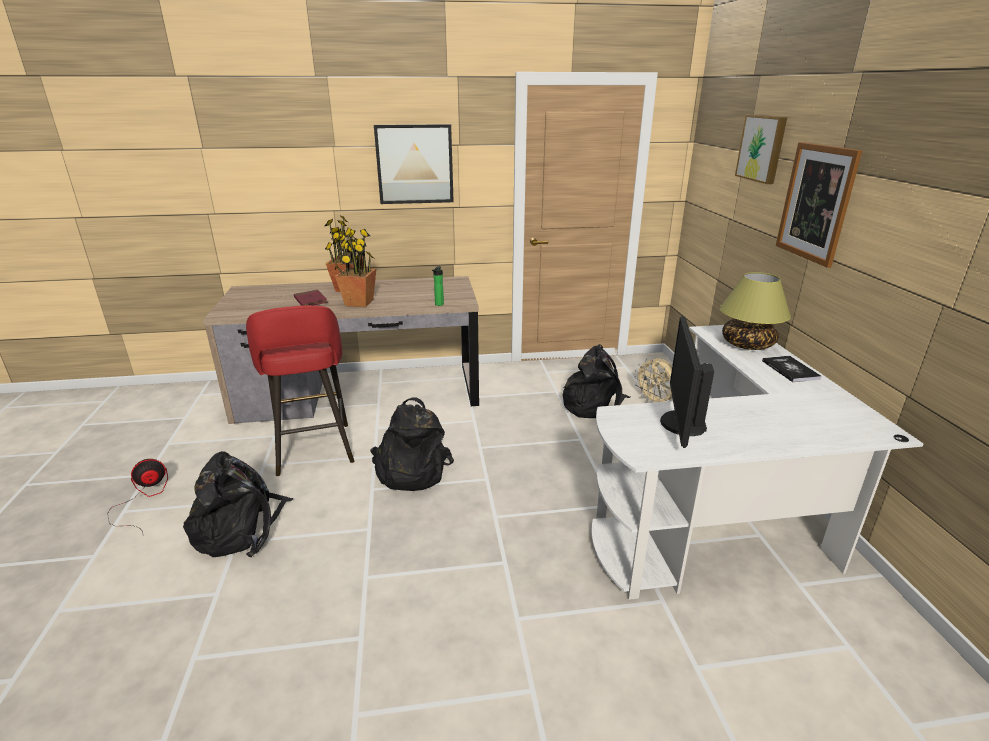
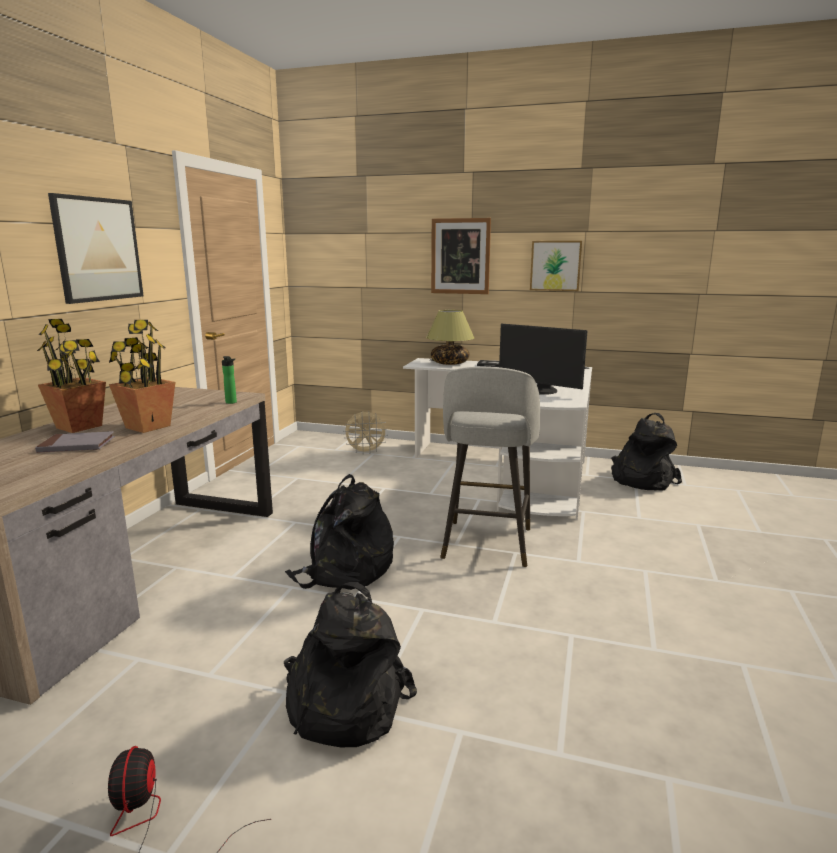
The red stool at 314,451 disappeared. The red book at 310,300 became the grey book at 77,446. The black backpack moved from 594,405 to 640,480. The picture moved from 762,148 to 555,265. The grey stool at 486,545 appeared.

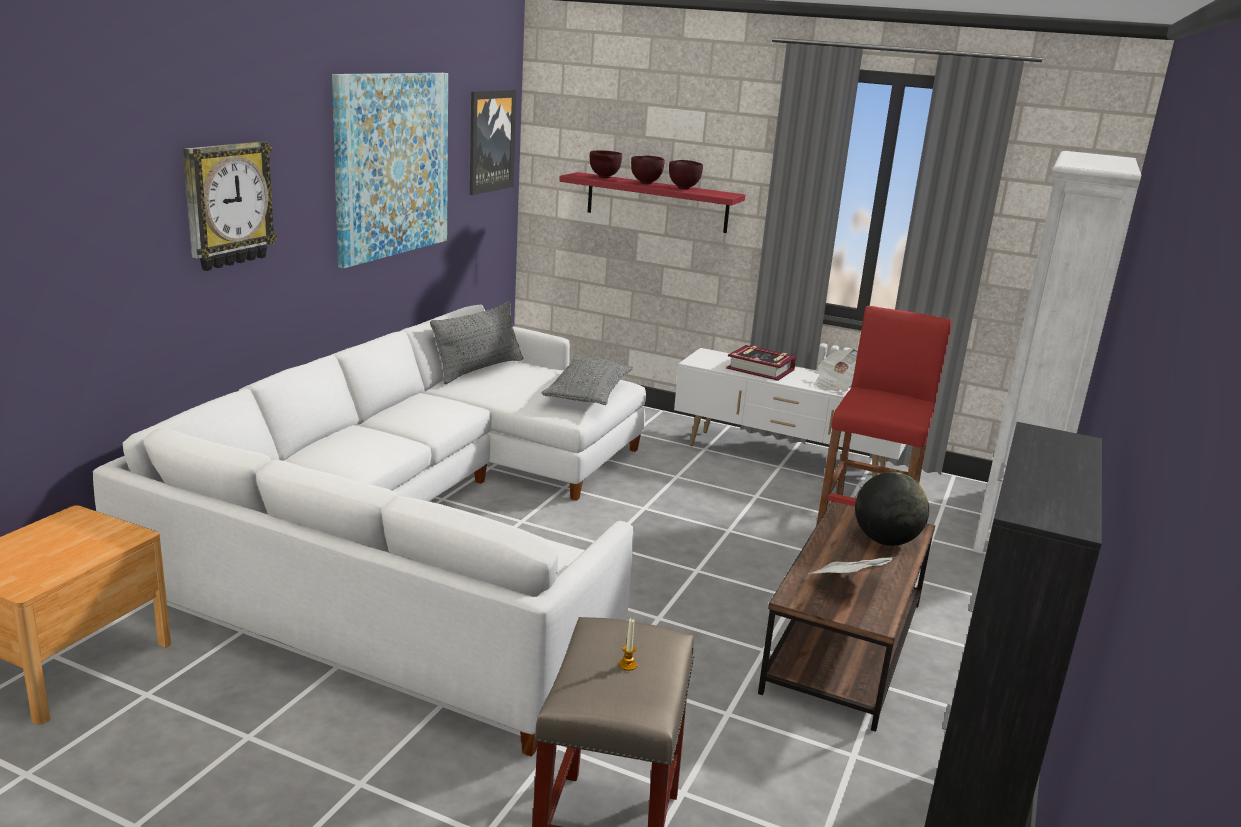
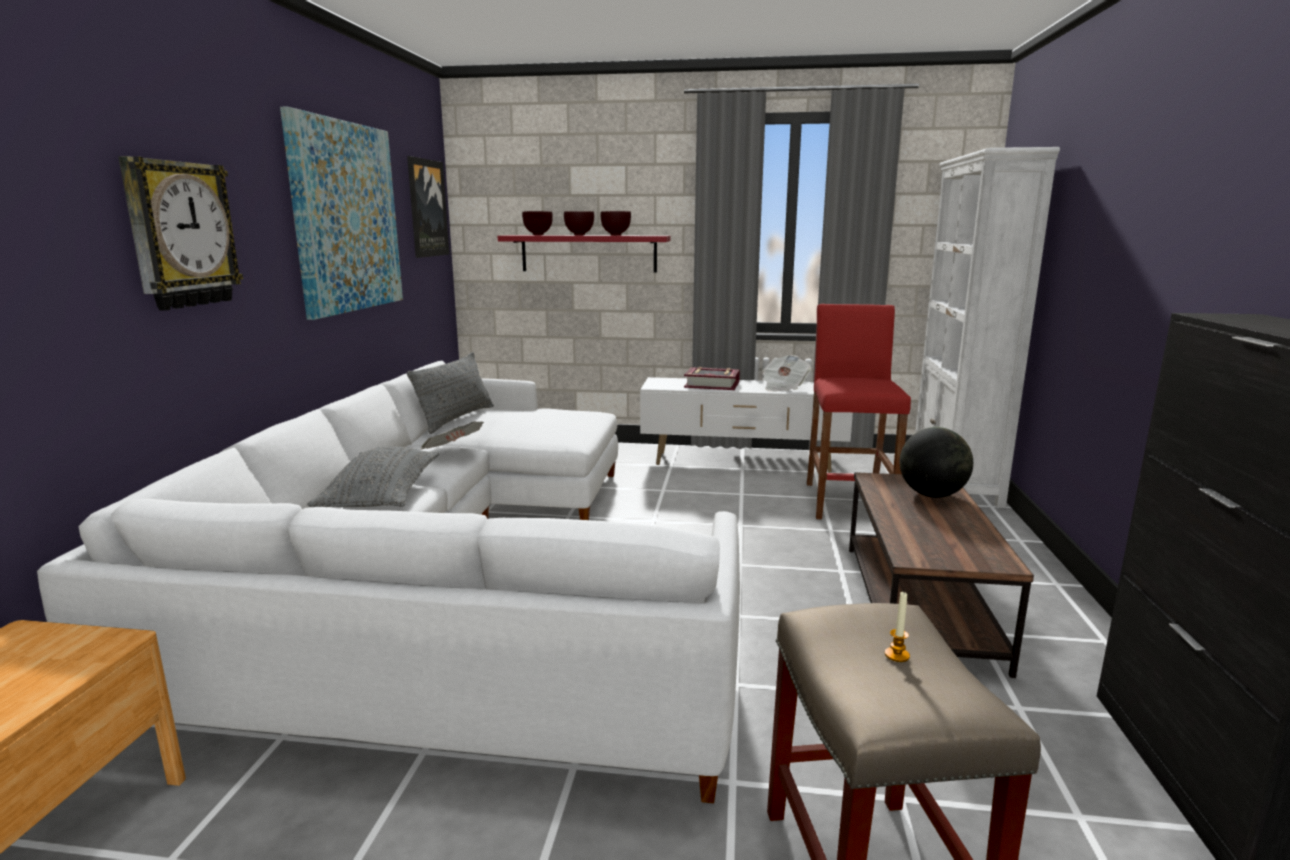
The grey pillow moved from 588,394 to 382,496. The newspaper moved from 848,585 to 452,452.

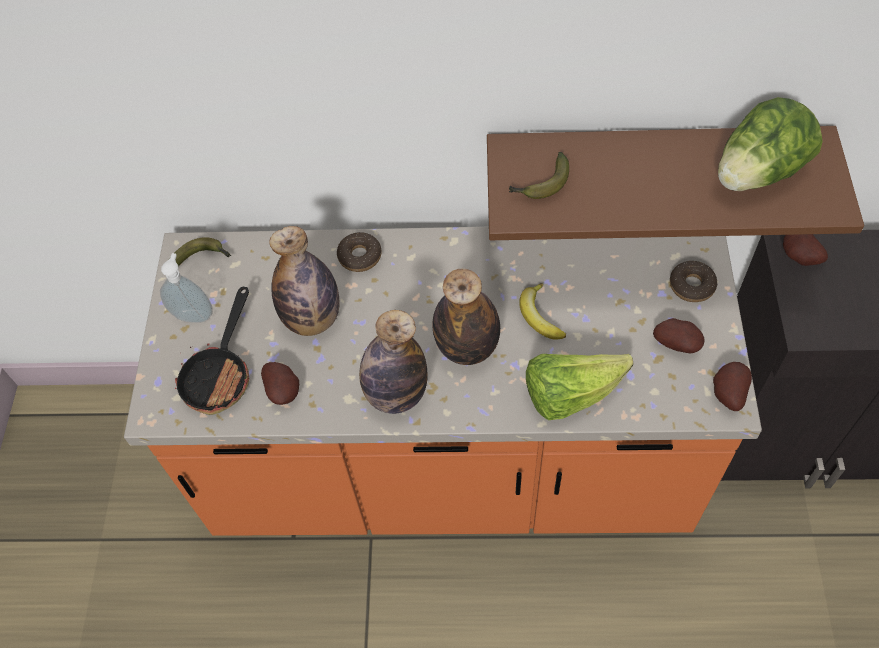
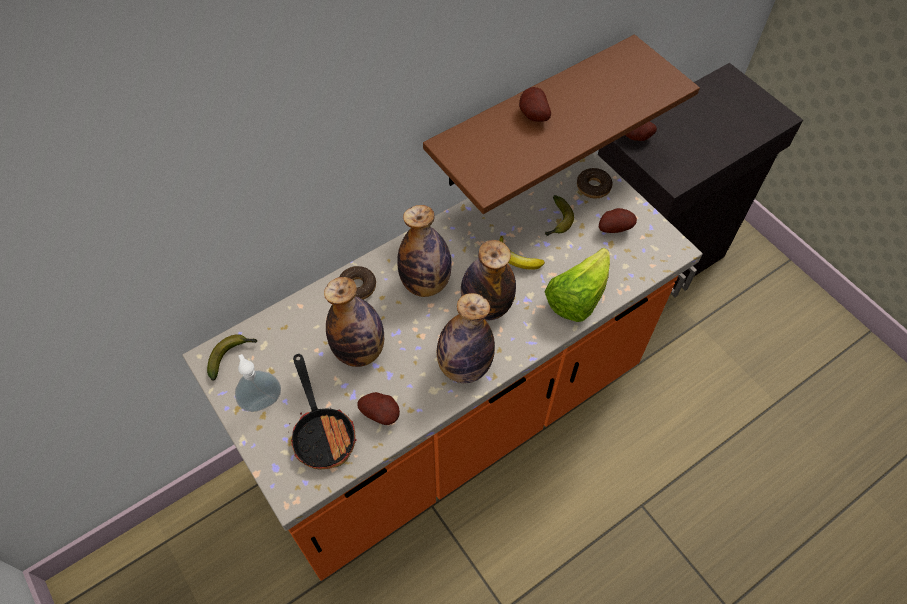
The banana moved from 541,185 to 557,222. The potato moved from 727,393 to 532,116. The lettuce at 758,173 disappeared. The bottle at 425,283 appeared.

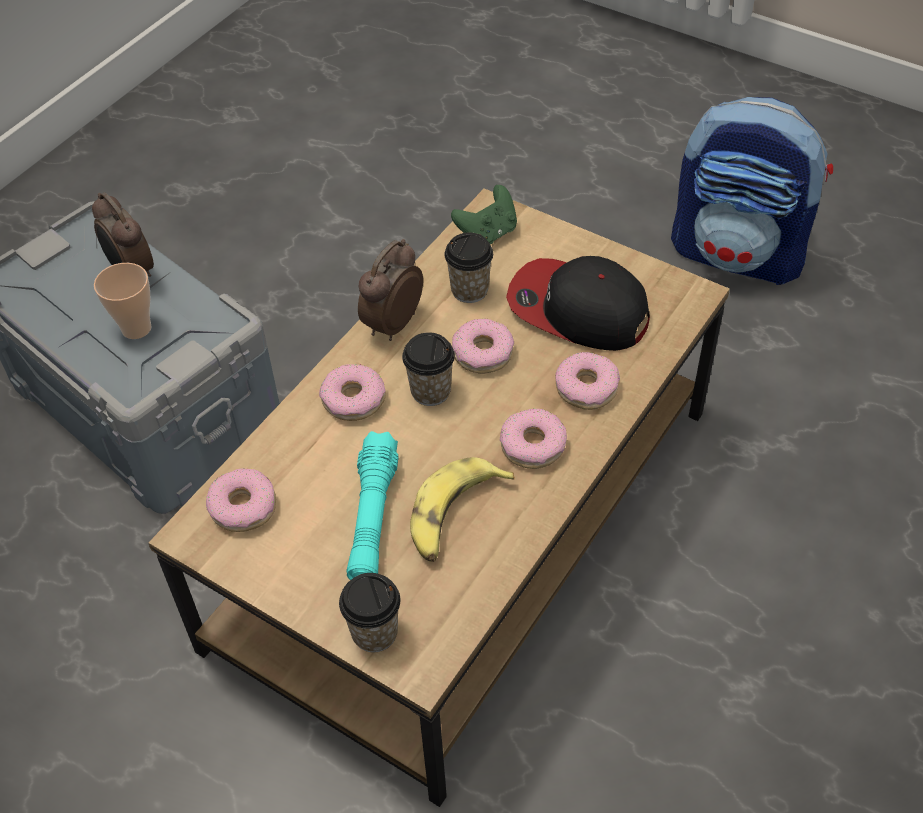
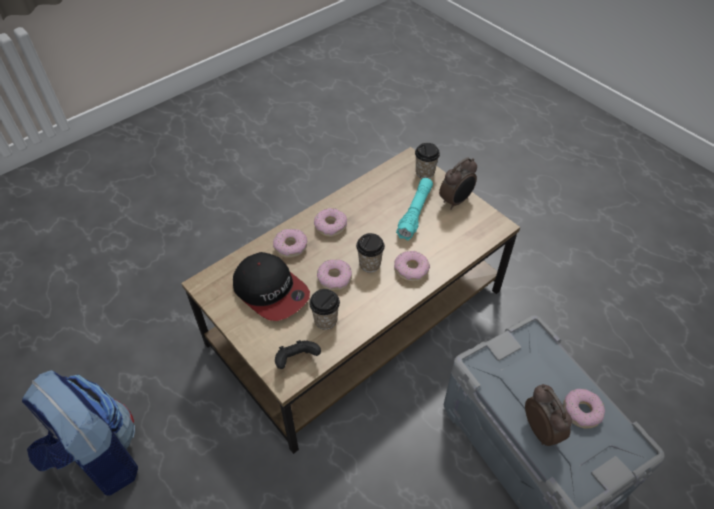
The cup at 136,328 disappeared. The donut moved from 243,507 to 581,411. The alarm clock moved from 391,324 to 456,201. The banana at 454,516 disappeared. The green game controller at 487,233 became the black game controller at 297,360.

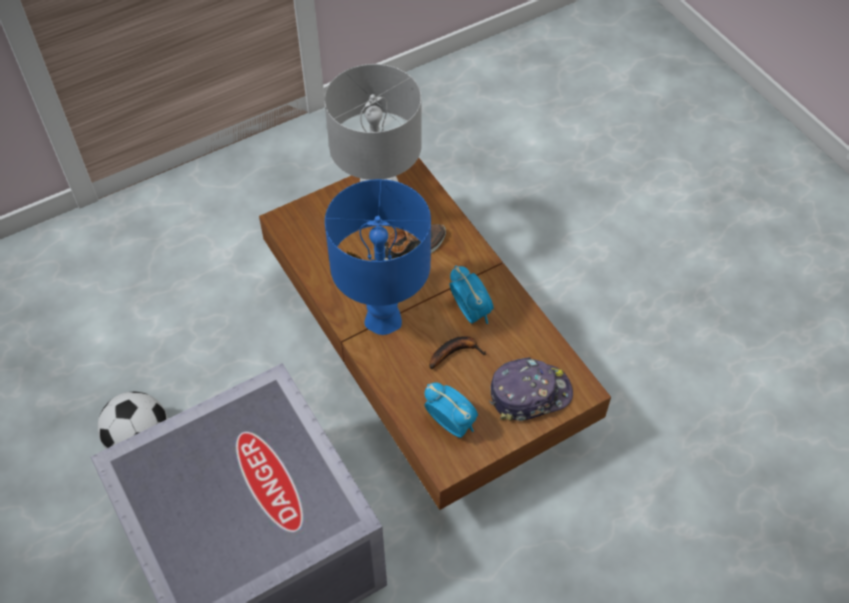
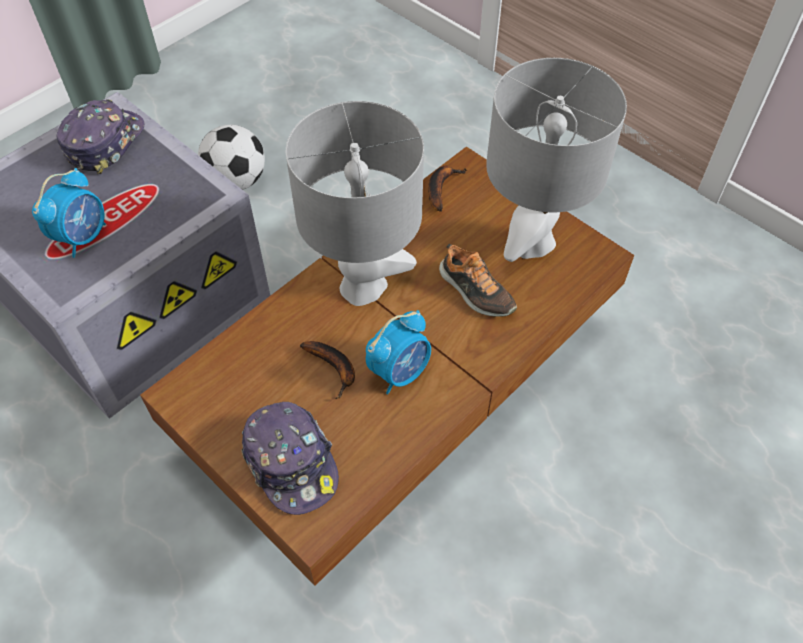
The blue table lamp at 383,318 became the grey table lamp at 363,286. The alarm clock moved from 451,424 to 83,236. The cap at 104,143 appeared. The banana at 440,188 appeared.

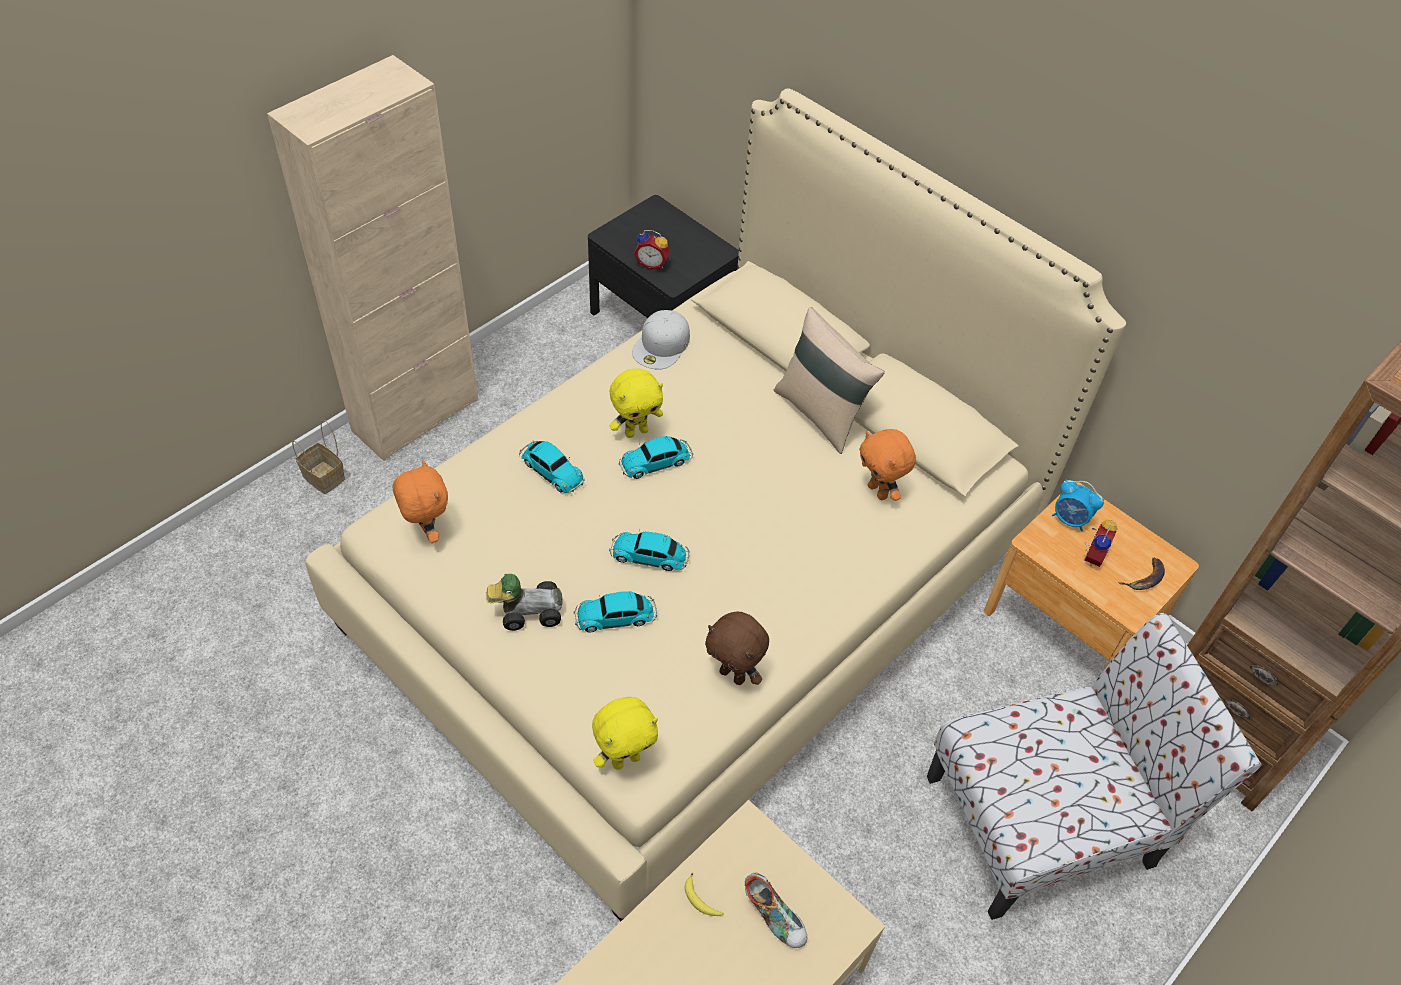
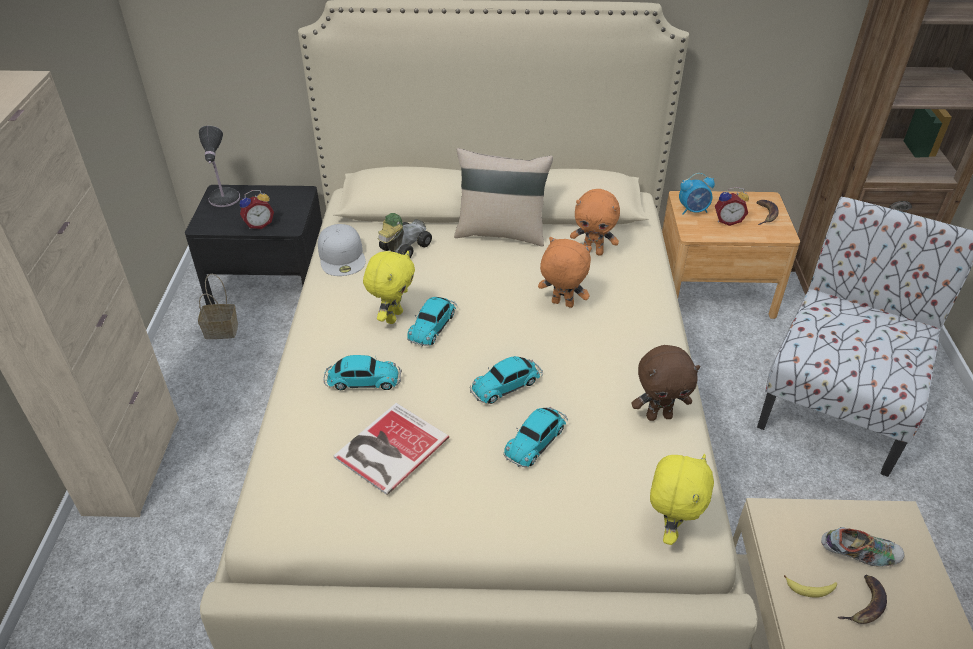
The basket moved from 325,477 to 222,330. The orange plush toy moved from 427,531 to 561,304. The toy car moved from 527,610 to 403,248. The alarm clock at 1091,555 turned 105 degrees clockwise. The table lamp at 224,199 appeared. The book at 388,448 appeared. The banana at 865,604 appeared.

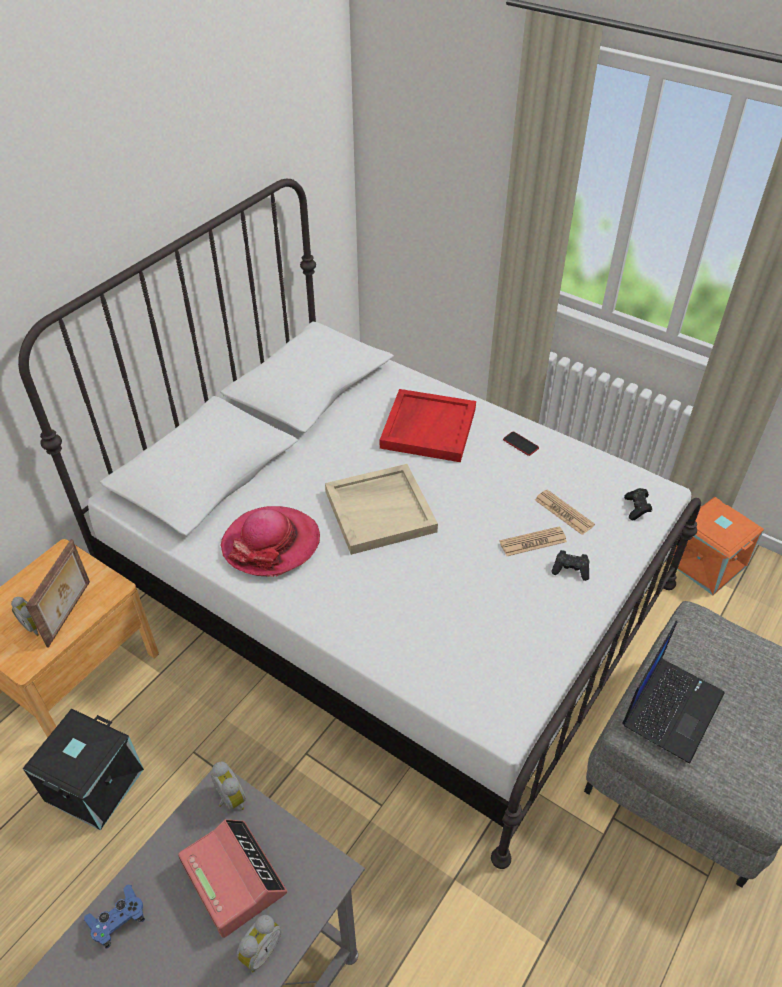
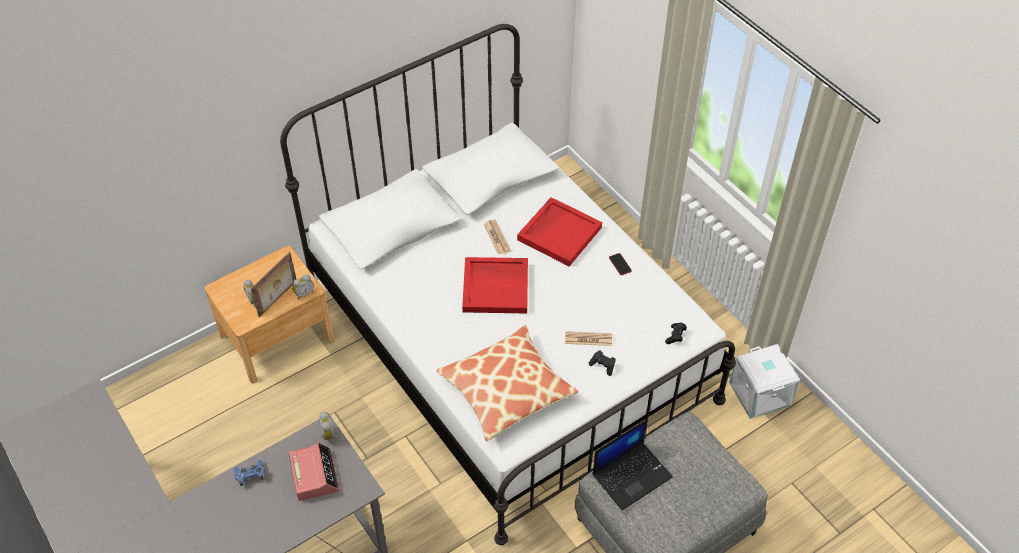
The black storage box at 93,783 disappeared. The hat at 271,543 disappeared. The alarm clock moved from 260,950 to 304,293. The beige tray at 380,510 became the red tray at 496,287. The newspaper moved from 564,512 to 496,237. The orange storage box at 707,563 became the white storage box at 761,394. The pillow at 506,390 appeared.

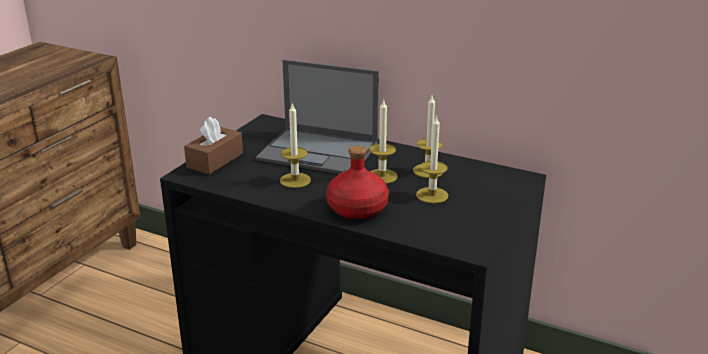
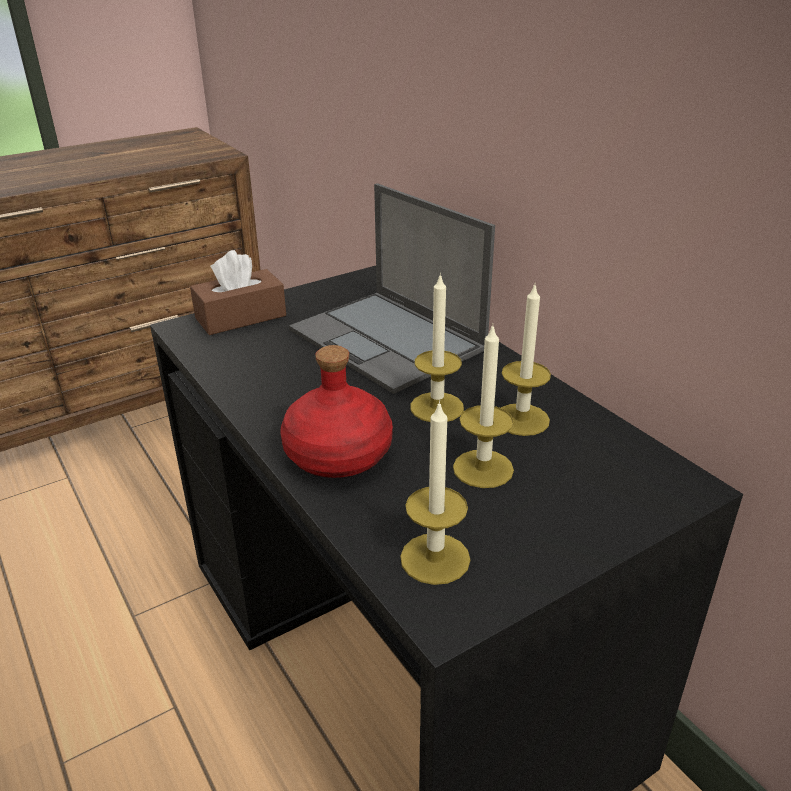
The candle moved from 295,180 to 435,558.

